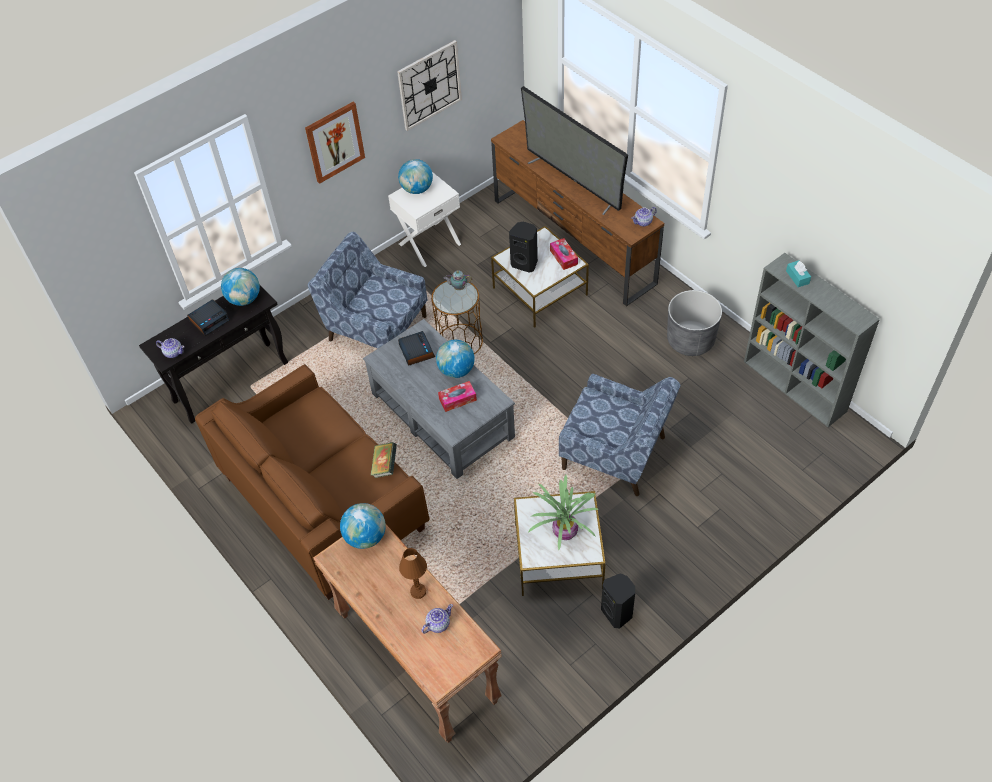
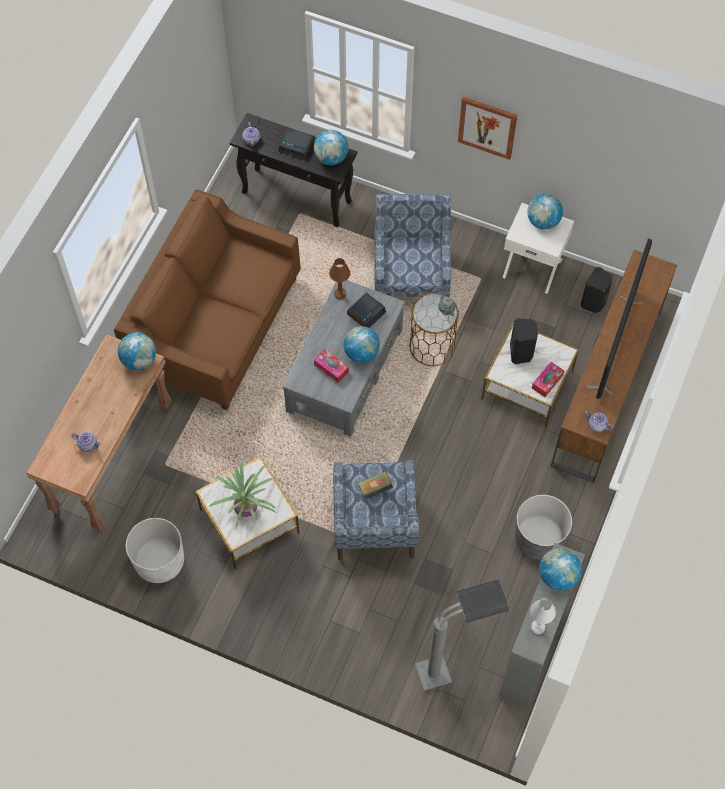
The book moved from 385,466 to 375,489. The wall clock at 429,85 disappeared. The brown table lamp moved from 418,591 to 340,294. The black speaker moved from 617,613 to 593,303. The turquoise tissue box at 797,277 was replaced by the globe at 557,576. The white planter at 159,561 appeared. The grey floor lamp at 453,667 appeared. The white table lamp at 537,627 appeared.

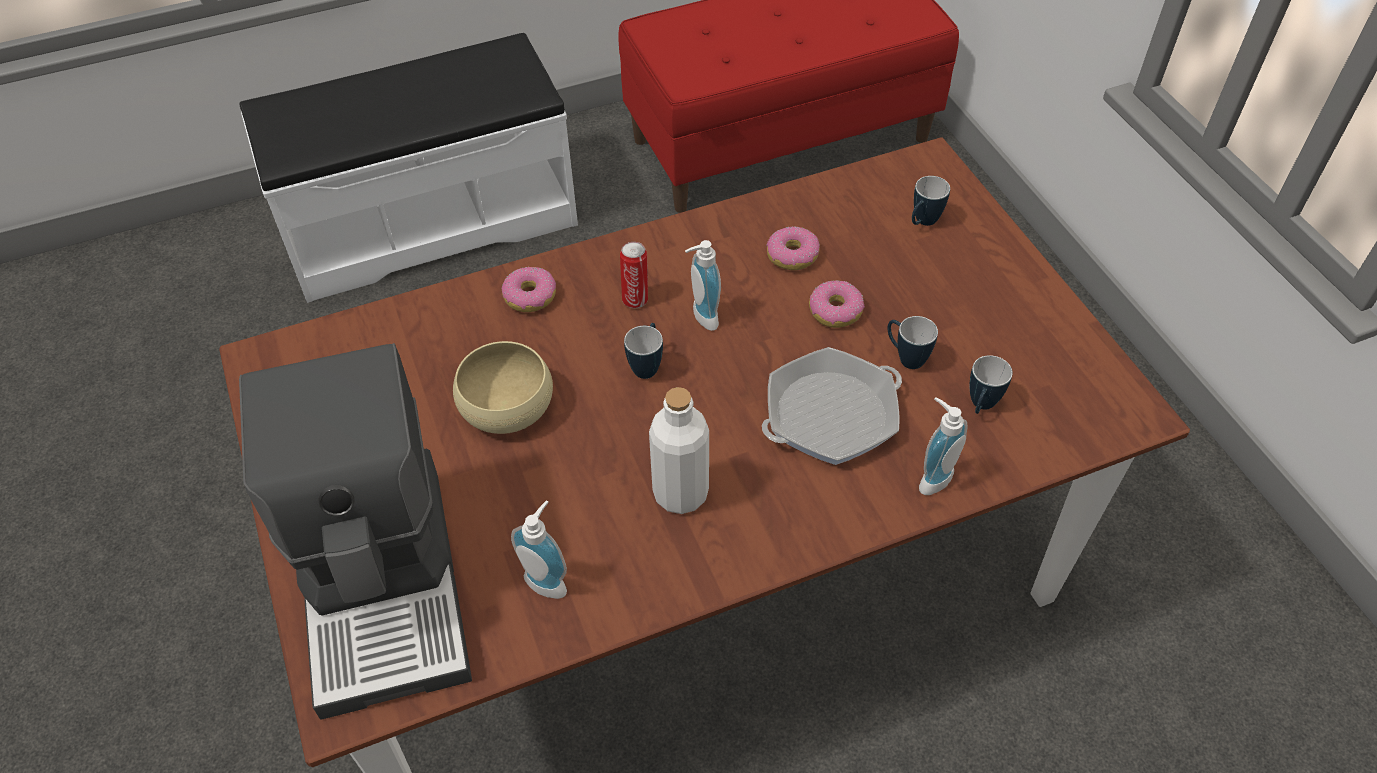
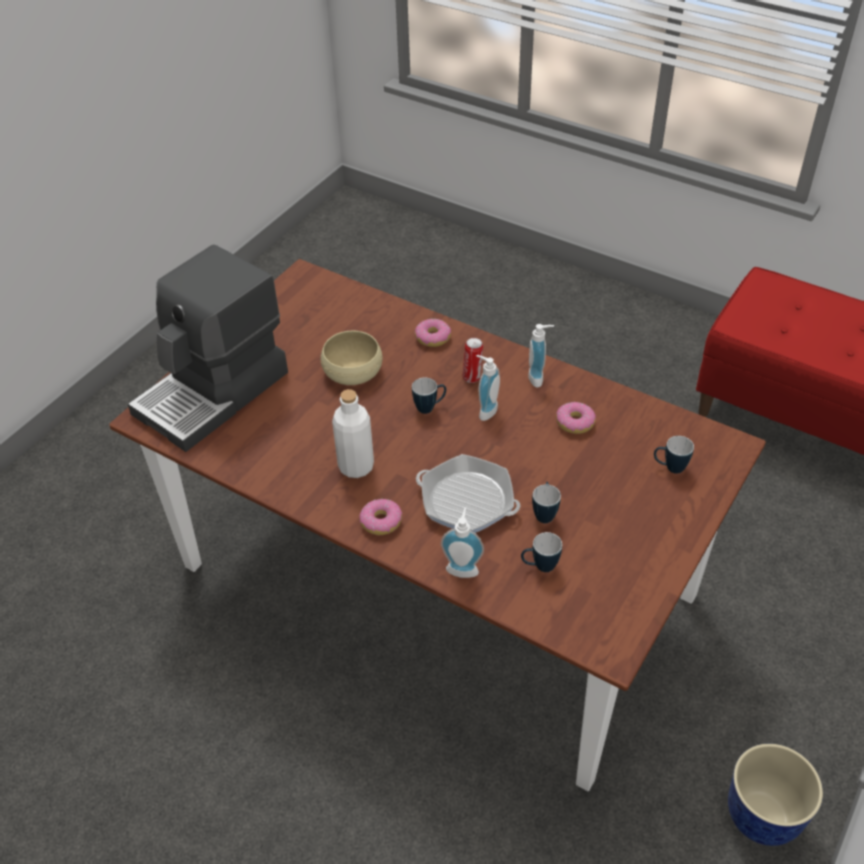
The white bench at 430,222 disappeared. The soap dispenser moved from 548,580 to 539,377. The donut moved from 835,311 to 381,521. The planter at 762,815 appeared.

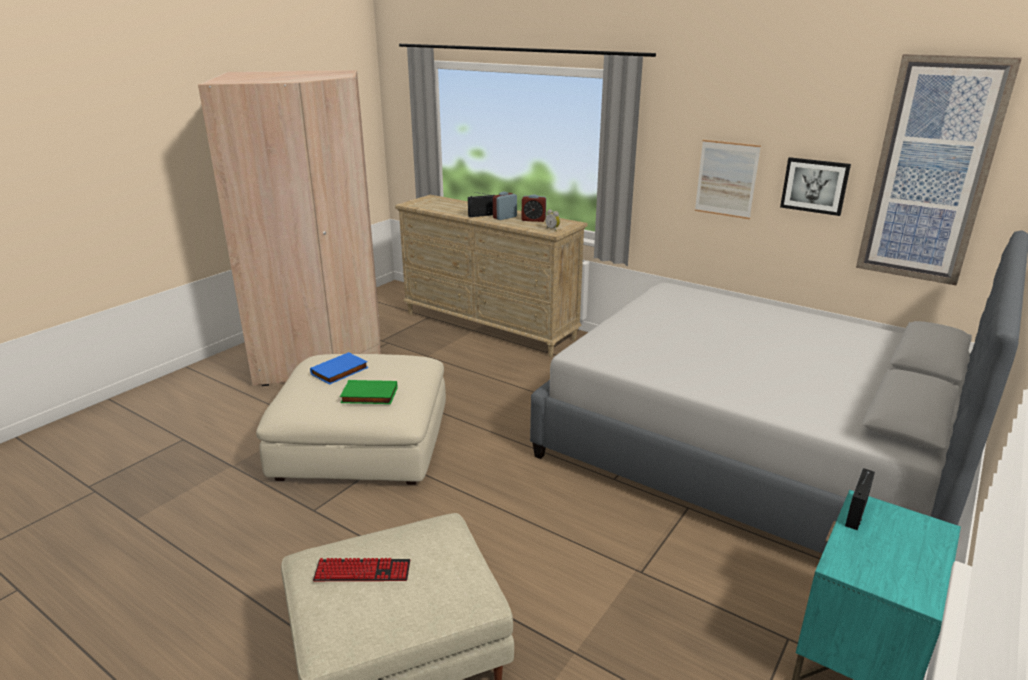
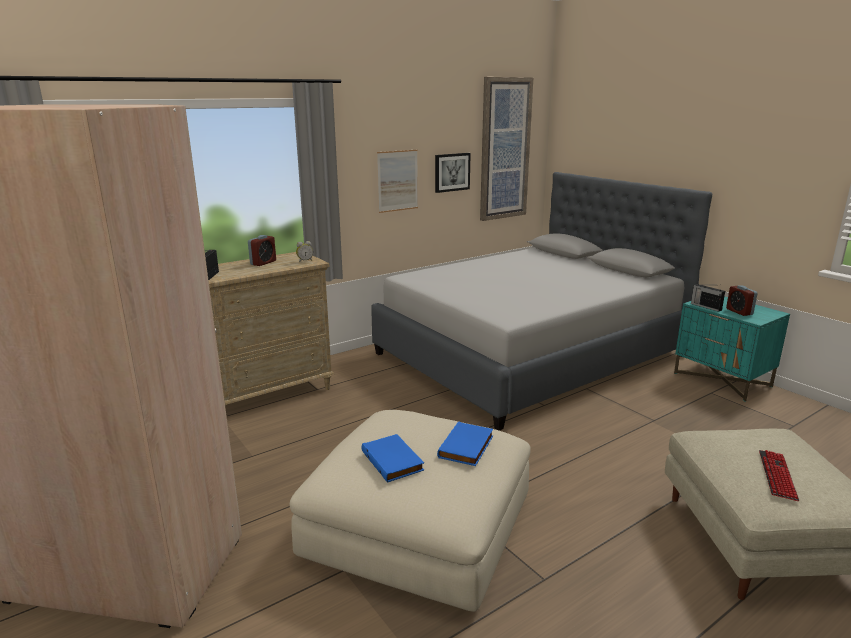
The green book at 368,396 became the blue book at 467,447. The alarm clock moved from 505,217 to 739,312.

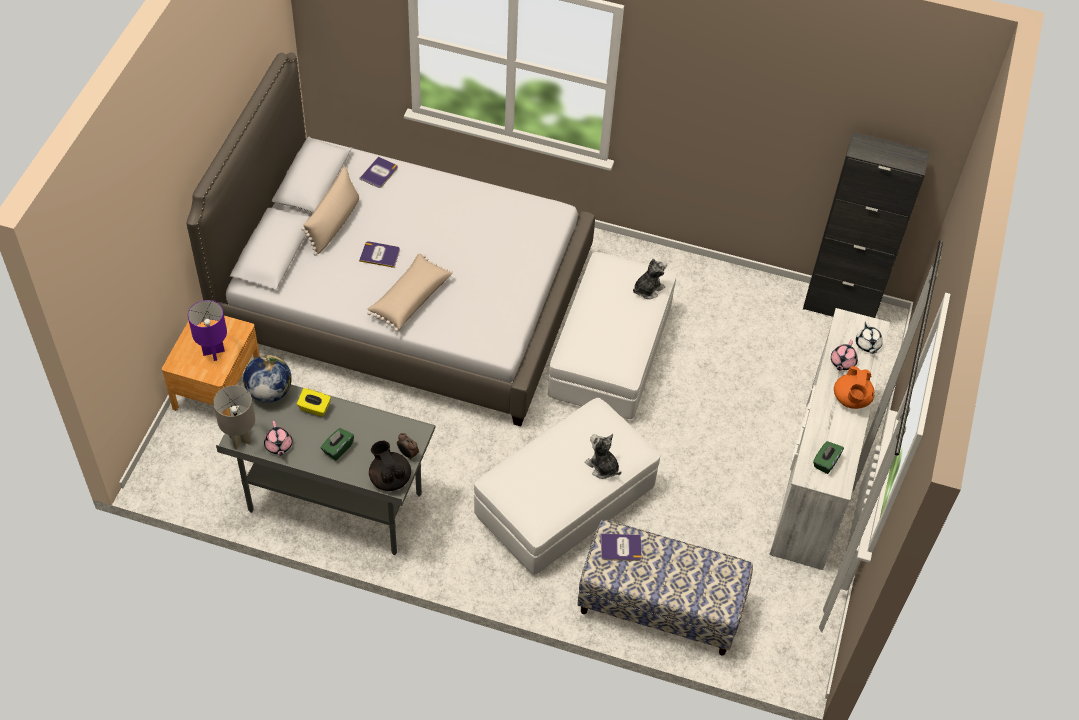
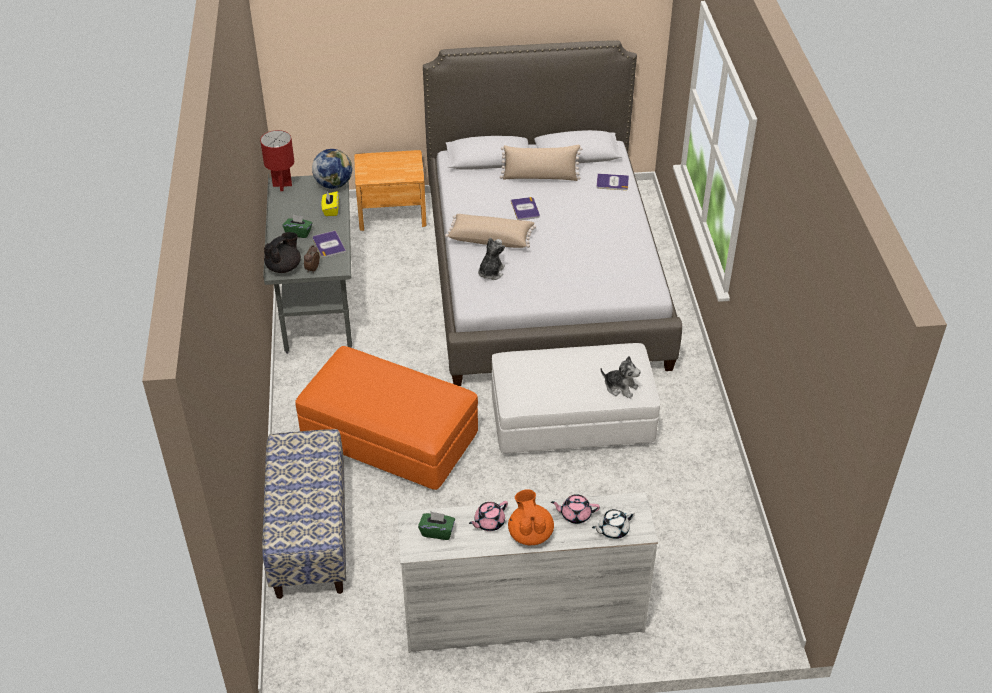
The purple table lamp at 214,352 disappeared. The grey table lamp at 240,440 became the red table lamp at 282,185. The pink teapot moved from 278,445 to 489,522. The white ottoman at 564,502 became the orange ottoman at 389,438. The plush toy moved from 602,467 to 491,272. The book moved from 620,547 to 329,245. The black cabinet at 840,306 disappeared. The orange teapot at 851,399 turned 90 degrees clockwise.

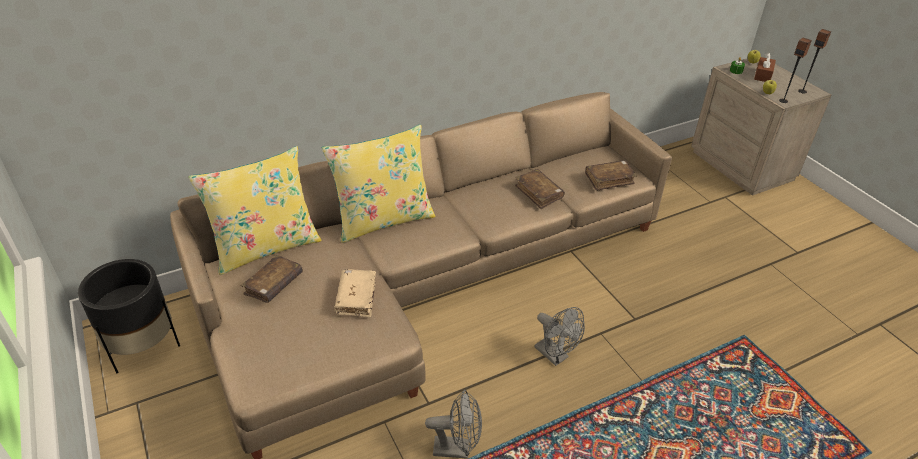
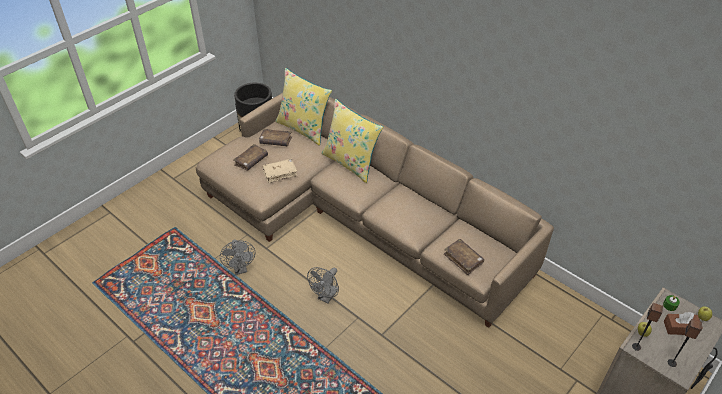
The brown book moved from 539,193 to 251,161.

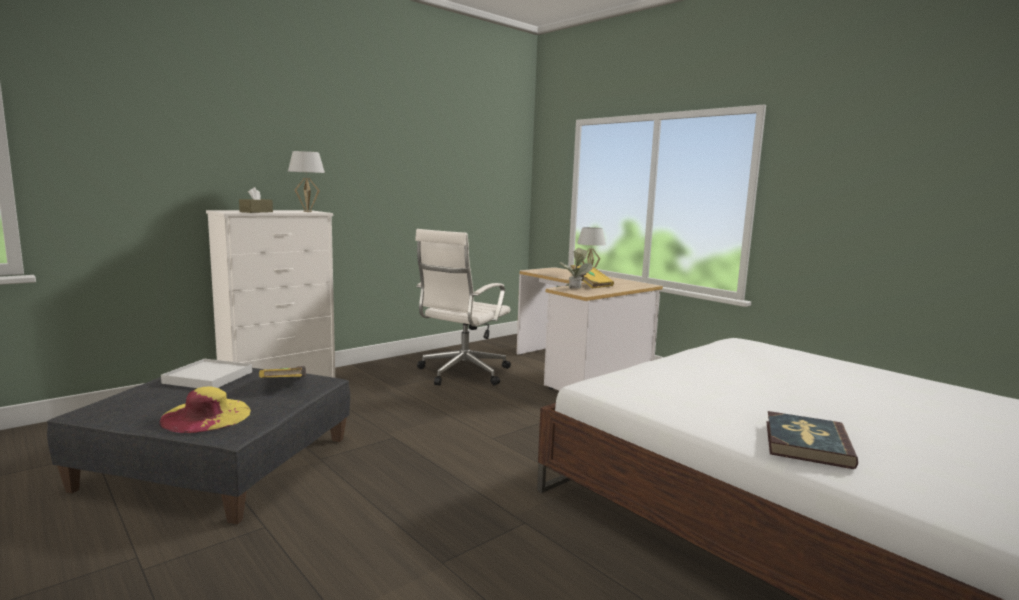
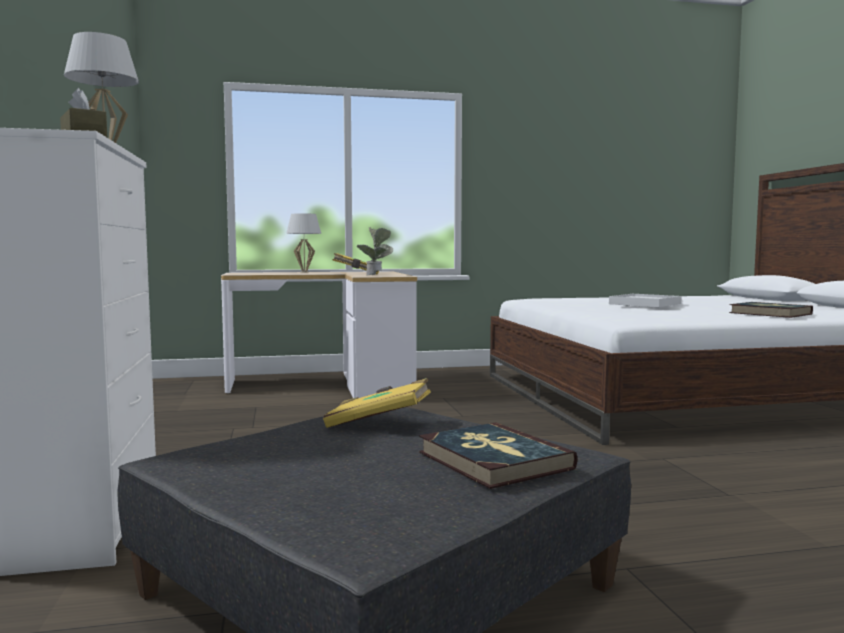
The yellow hat at 206,416 was replaced by the book at 493,460. The white tray moved from 208,377 to 645,304. The white office chair at 461,373 disappeared.

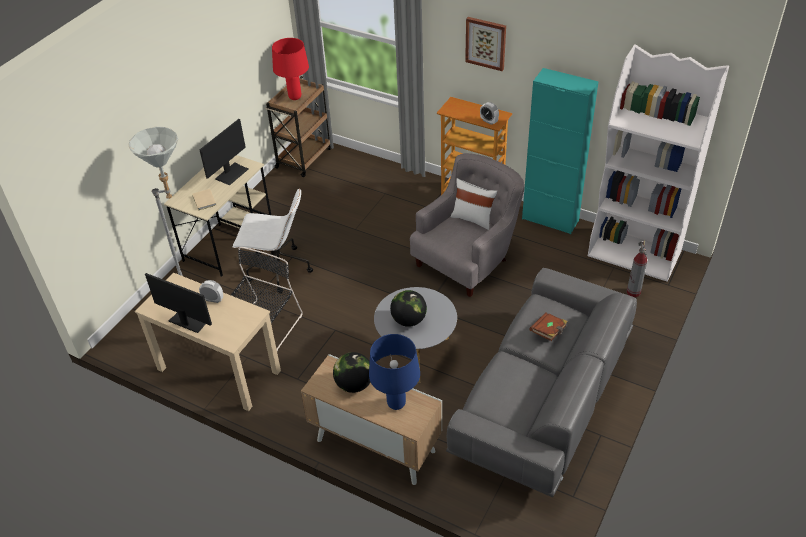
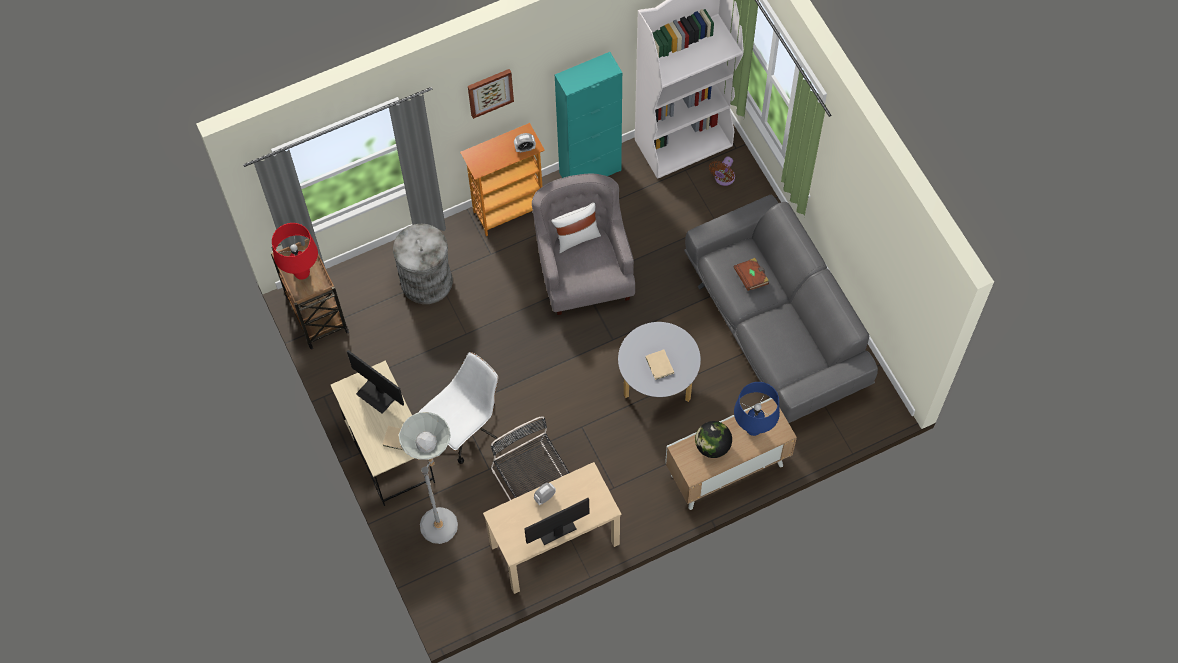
The monitor at 231,173 turned 150 degrees clockwise. The globe at 409,320 was replaced by the beige book at 659,366. The fire extinguisher at 633,292 was replaced by the brown fan at 723,178. The grey trash can at 427,281 appeared.

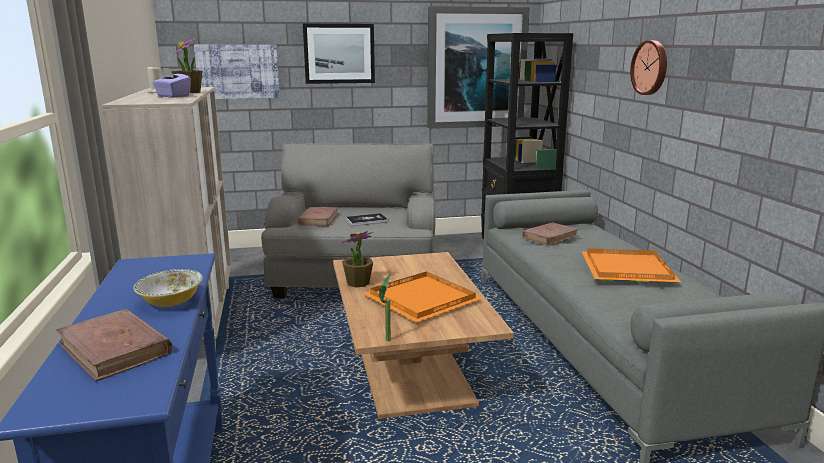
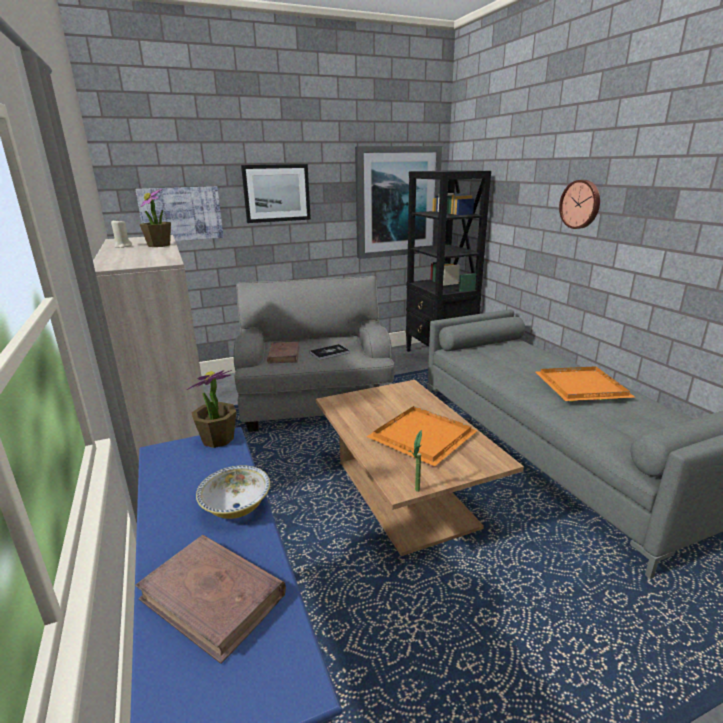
The purple tissue box at 172,96 disappeared. The potted plant moved from 358,283 to 217,439. The brown book at 550,237 disappeared.

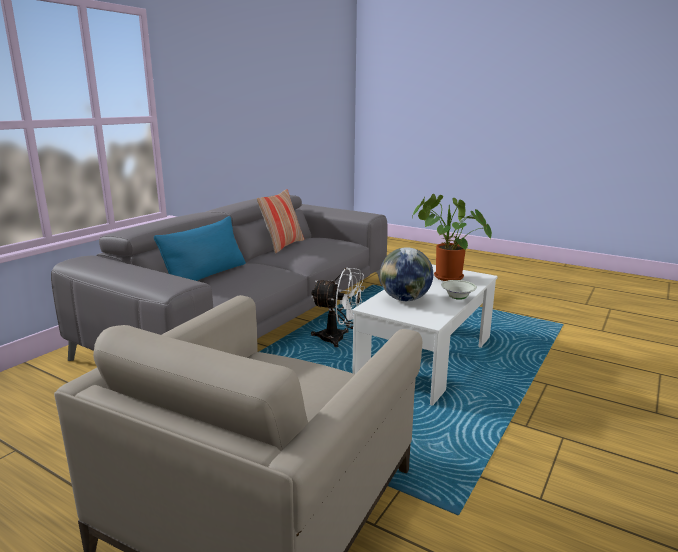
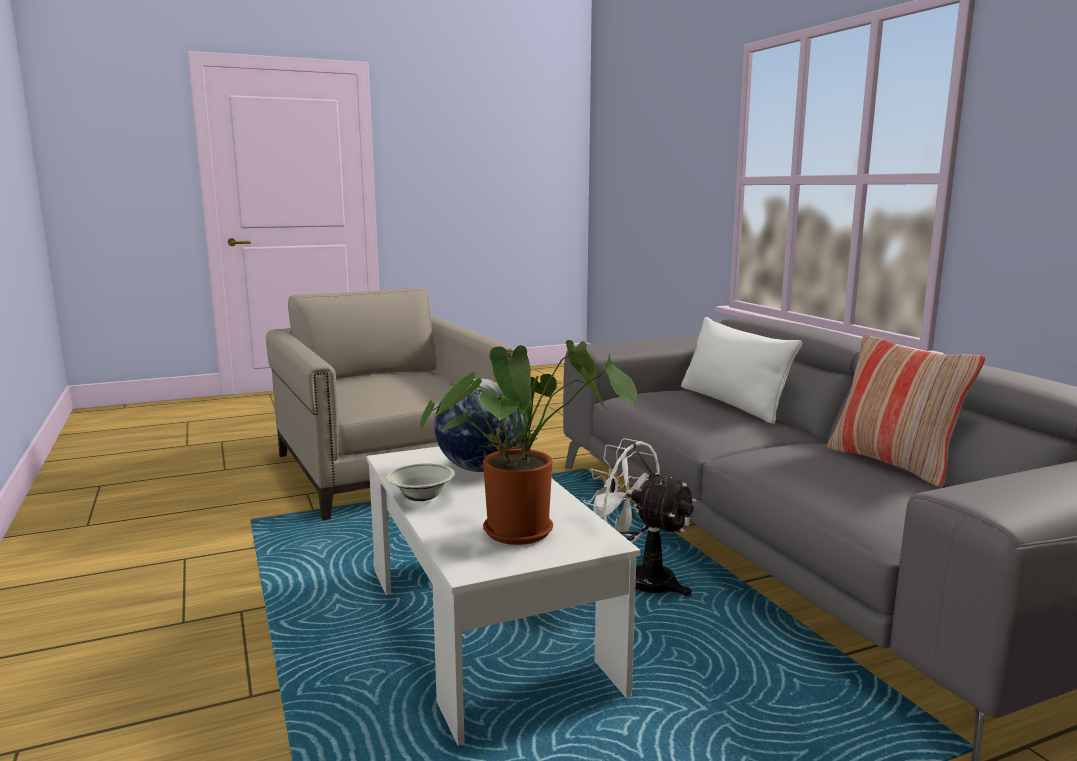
The blue pillow at 206,275 became the white pillow at 732,403. The white fan at 338,339 turned 75 degrees clockwise.

